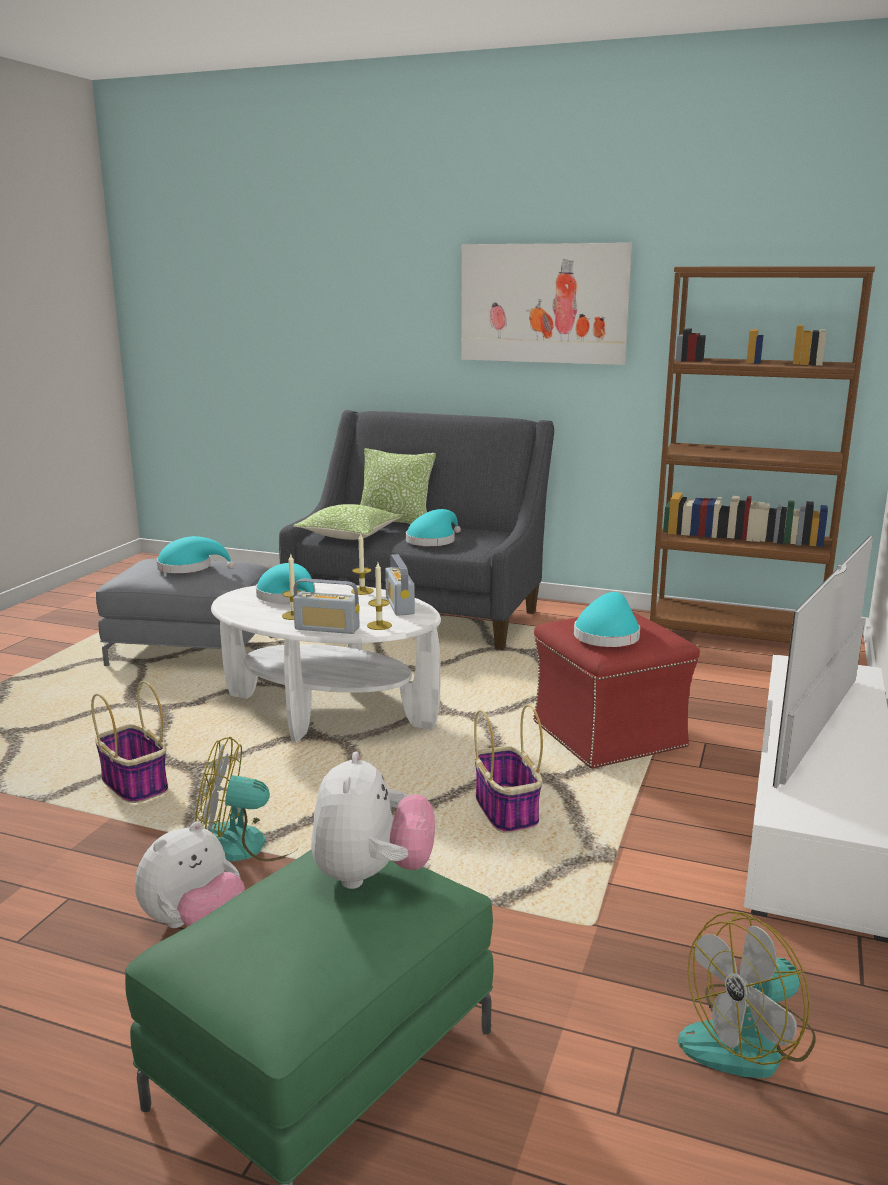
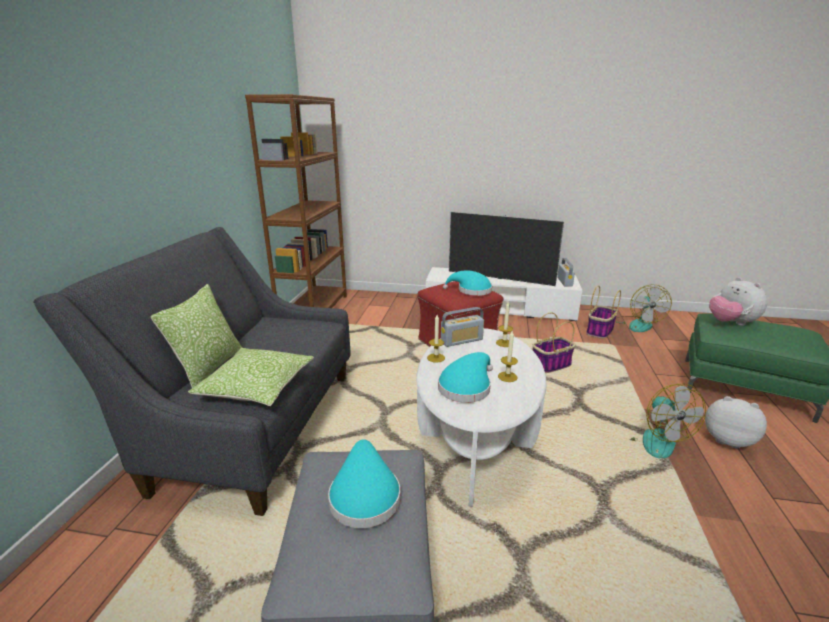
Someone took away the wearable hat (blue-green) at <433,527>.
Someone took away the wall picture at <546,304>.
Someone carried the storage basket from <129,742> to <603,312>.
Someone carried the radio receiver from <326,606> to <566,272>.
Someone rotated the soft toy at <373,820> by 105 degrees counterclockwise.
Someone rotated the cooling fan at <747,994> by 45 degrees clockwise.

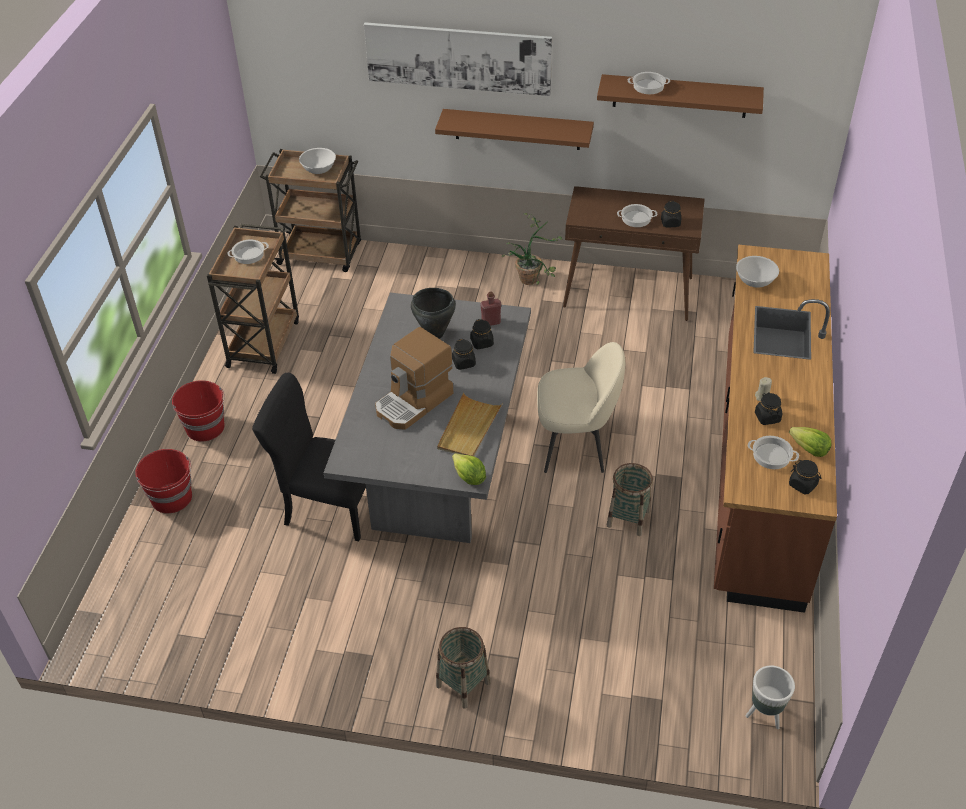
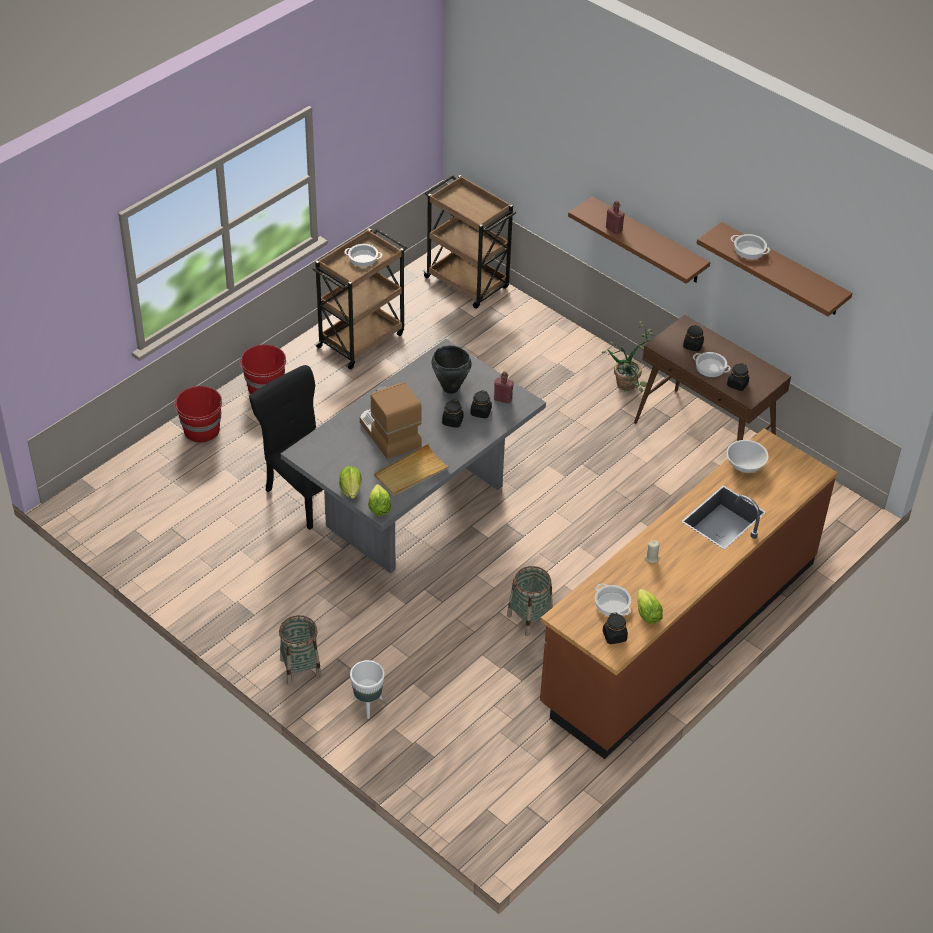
Someone took away the bowl (white) at <317,161>.
Someone took away the wall picture at <458,59>.
Someone took away the chair (beige-coloured) at <581,407>.
Someone put down the lettuce head at <350,482>.
Someone put down the beverage bottle (reddish) at <615,217>.
Someone carried the plant pot (white) from <770,697> to <367,689>.
Someone carried the storage jar (black) from <768,408> to <693,338>.
Someone rotated the coffee brewer at <414,378> by 75 degrees clockwise.

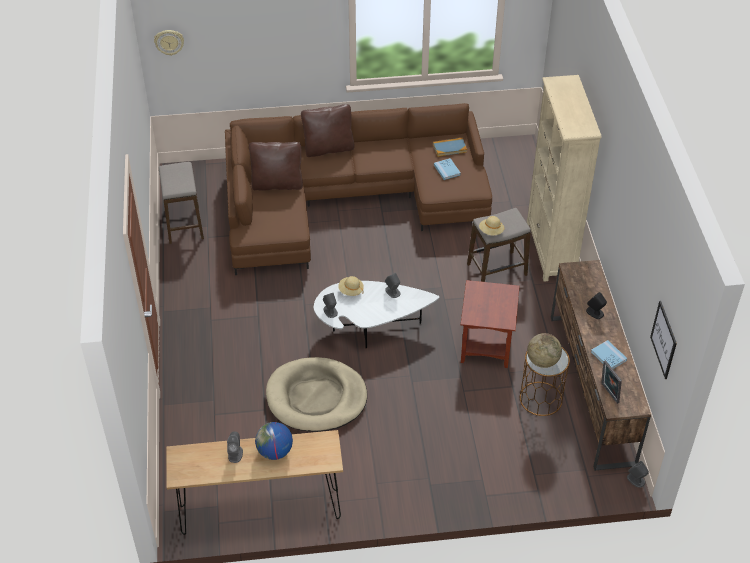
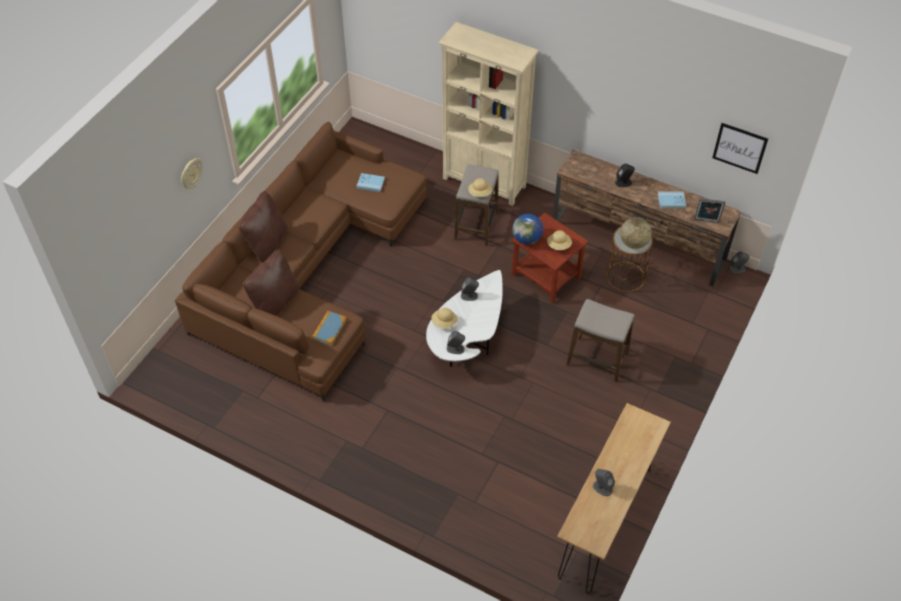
Someone took away the dog cushion (beige-coloured) at <316,394>.
Someone put down the wearable hat (beige-coloured) at <559,240>.
Someone carried the hanging clock from <169,43> to <192,173>.
Someone carried the stool seat from <181,203> to <600,340>.
Someone carried the desk globe from <274,441> to <527,229>.
Someone carried the bound book from <450,147> to <329,328>.

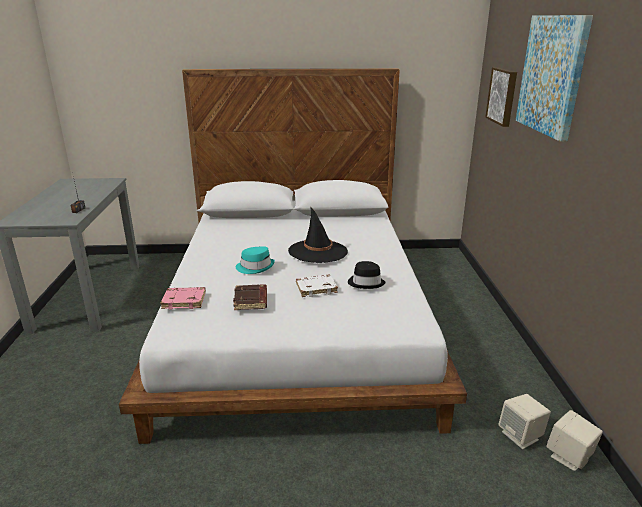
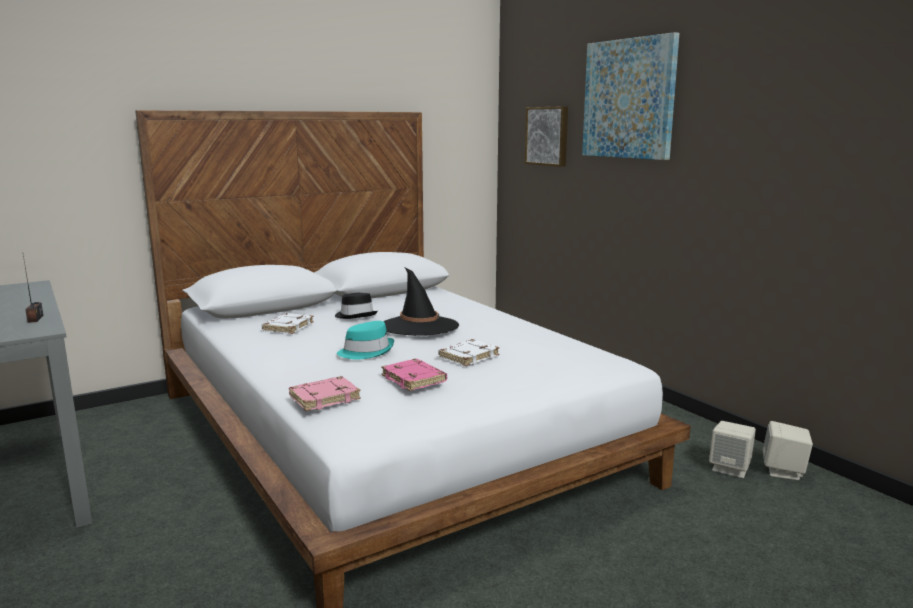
Someone put down the bound book (white) at <287,323>.
Someone carried the wearable hat (black) from <367,275> to <356,306>.
Someone repainted the bound book (brown-coloured) at <250,297>, which became the bound book (pinkish) at <414,375>.

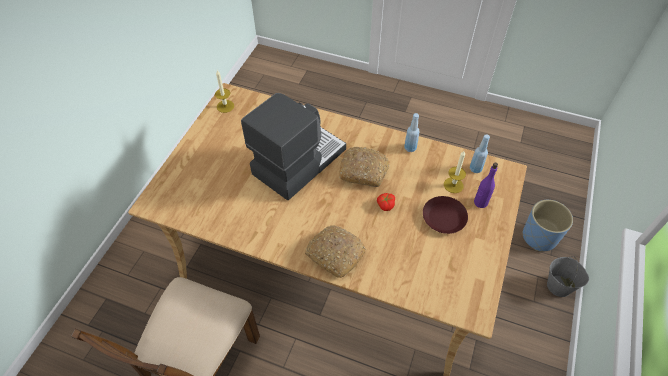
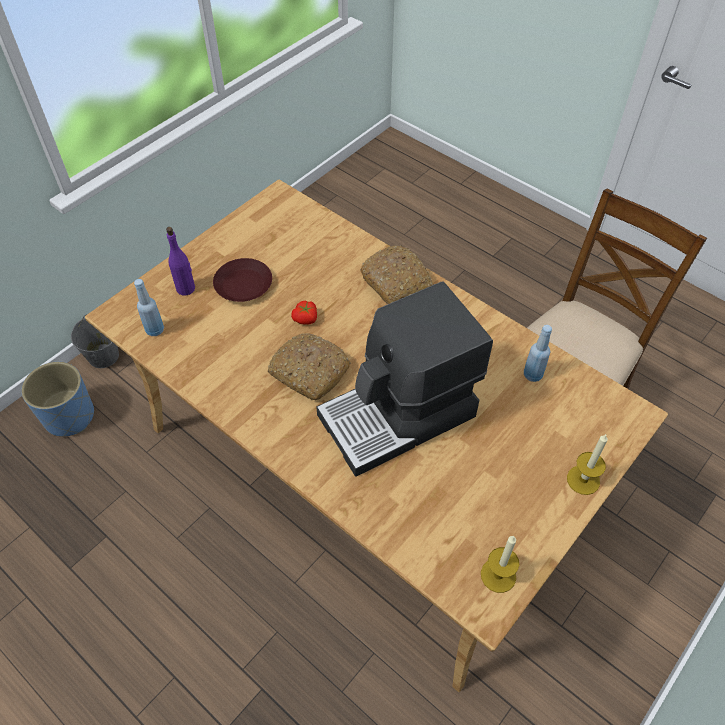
Someone carried the beverage bottle (blue) from <412,132> to <538,353>.
Someone carried the wax light from <455,172> to <587,464>.

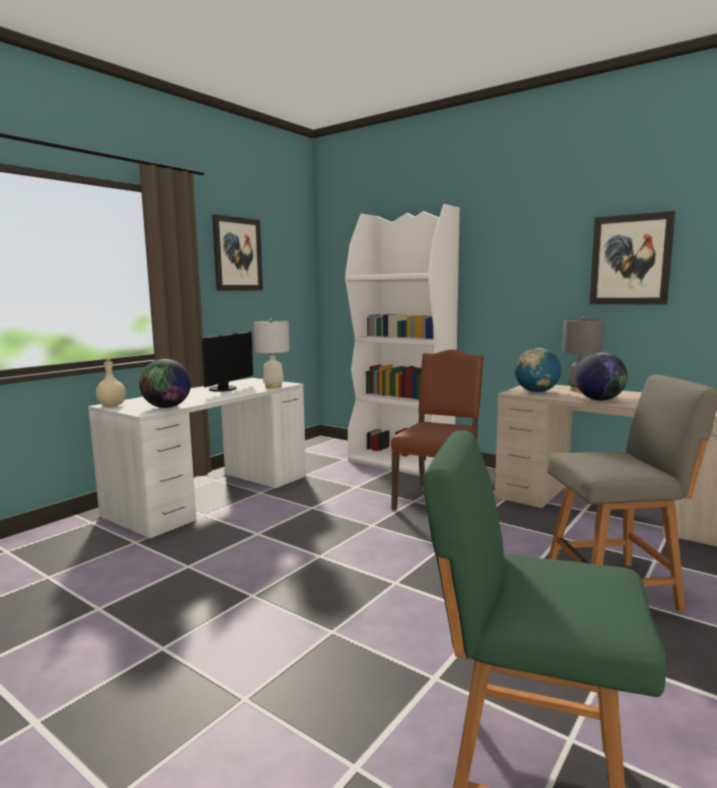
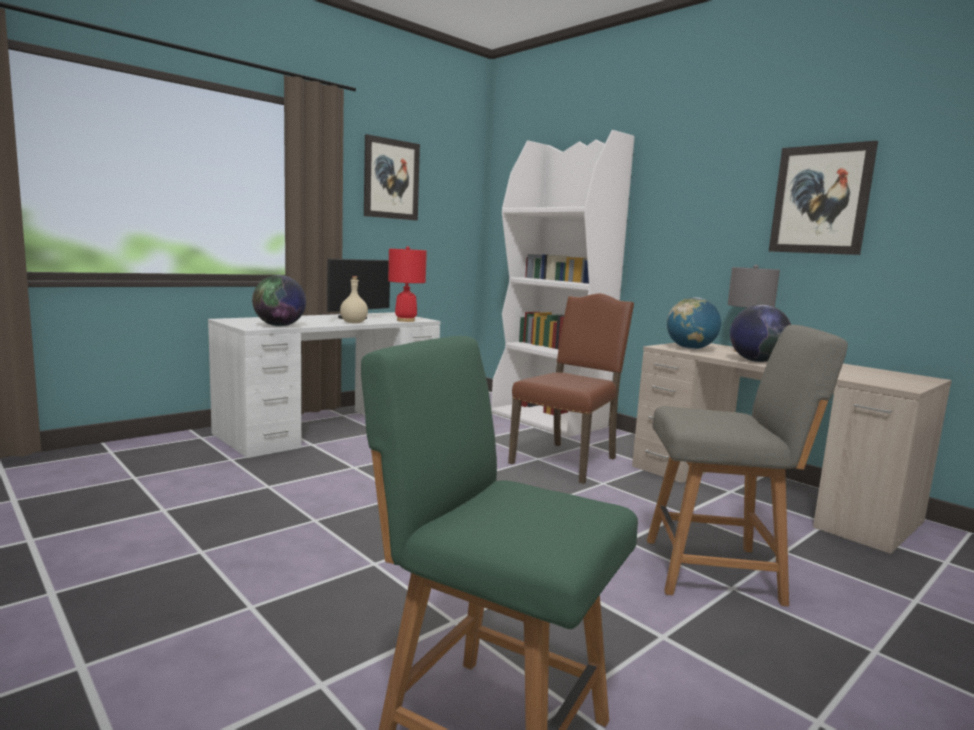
Someone carried the beverage bottle (beige-coloured) from <111,382> to <354,299>.
Someone repainted the lamp for a table (white) at <271,354>, which became the lamp for a table (reddish) at <407,284>.

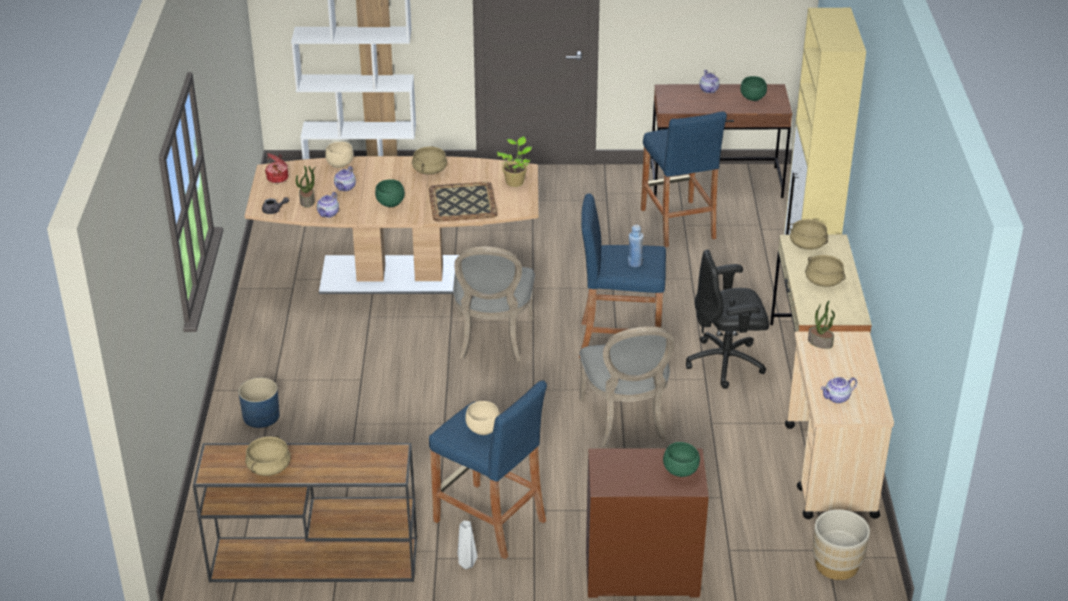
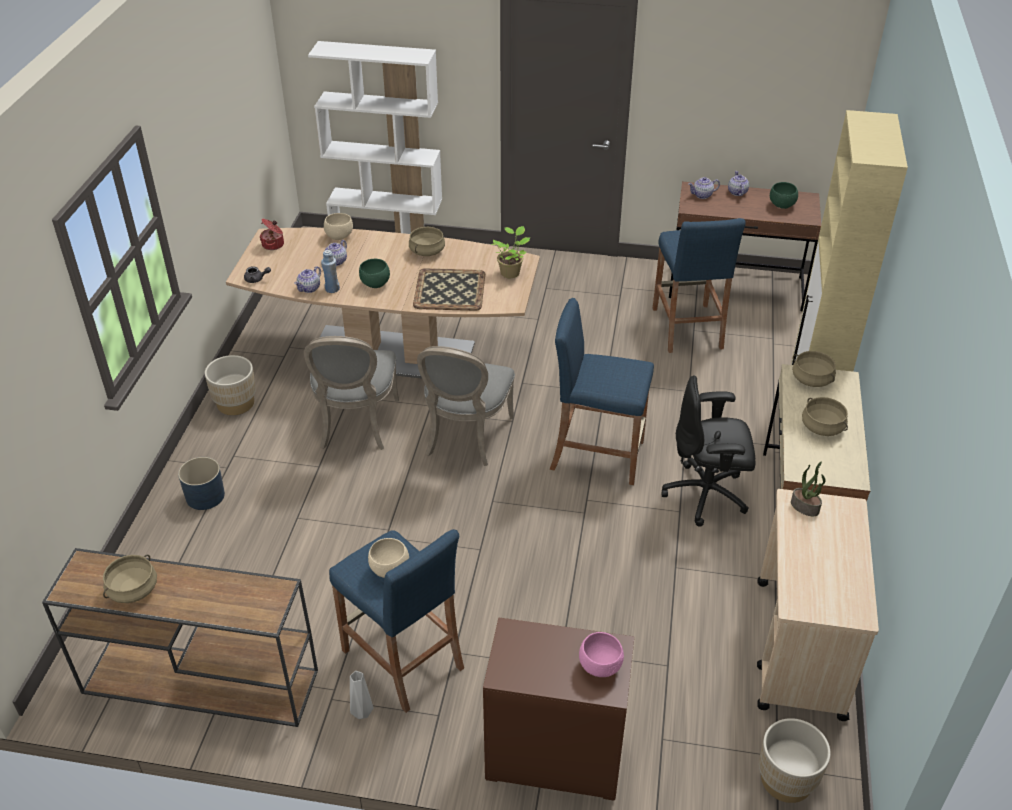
Someone took away the plant in a pot at <305,186>.
Someone put down the plant pot (beige-coloured) at <230,385>.
Someone carried the chair (gray) from <626,386> to <351,393>.
Someone carried the beverage bottle (blue) from <635,246> to <330,271>.
Someone carried the teapot from <839,390> to <704,188>.
Someone repainted the bowl (green-coloured) at <681,459>, which became the bowl (pinkish) at <601,654>.

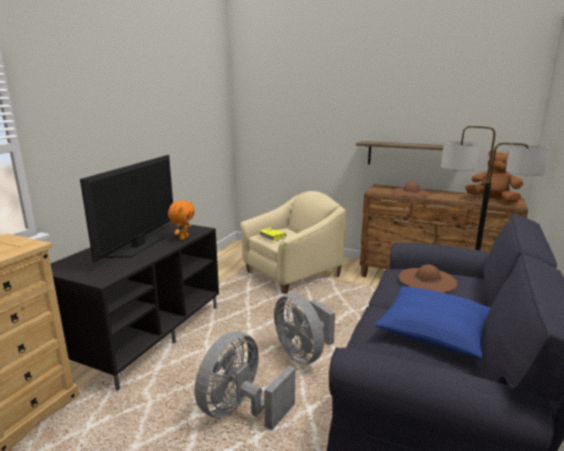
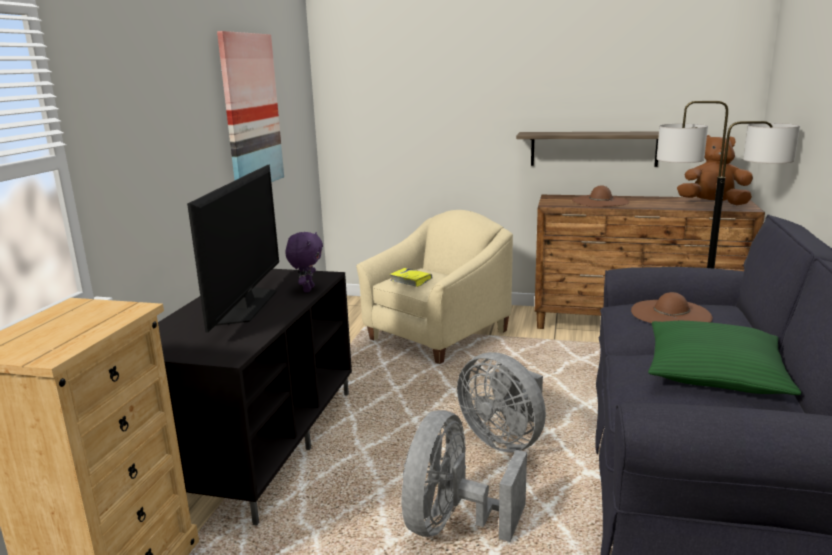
Someone put up the wall picture at <250,106>.
Someone repainted the soft toy (orangey) at <181,220>, which became the soft toy (purple) at <304,262>.
Someone repainted the cushion (blue) at <432,322>, which became the cushion (green-coloured) at <724,358>.

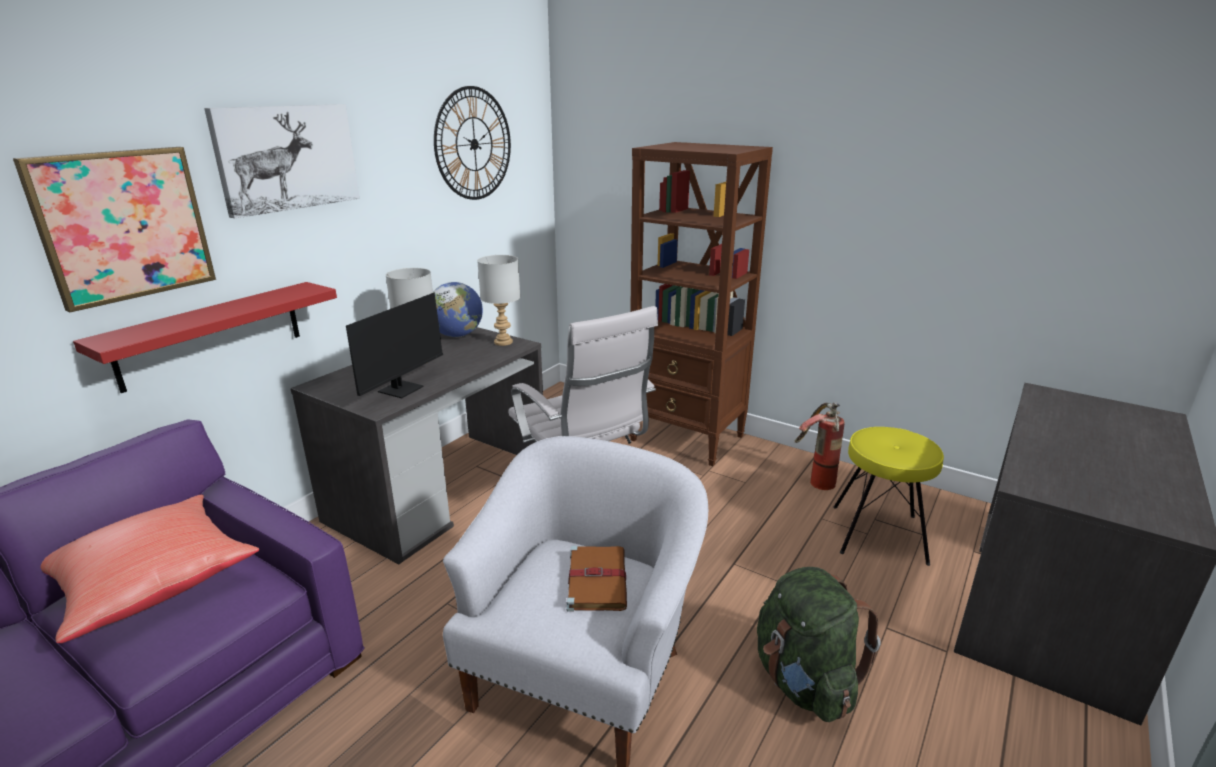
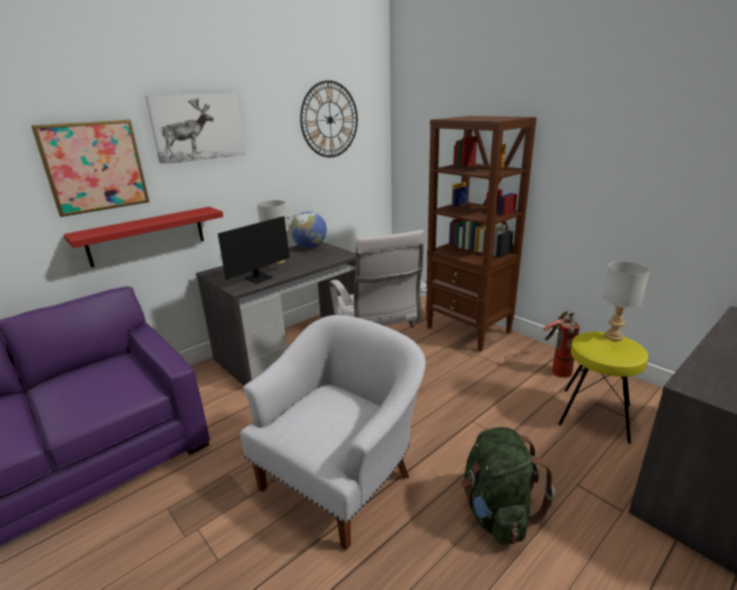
Someone took away the cushion (reddish) at <150,569>.
Someone took away the bound book (brown-coloured) at <597,579>.
Someone carried the lamp for a table (gray) from <498,300> to <626,301>.

